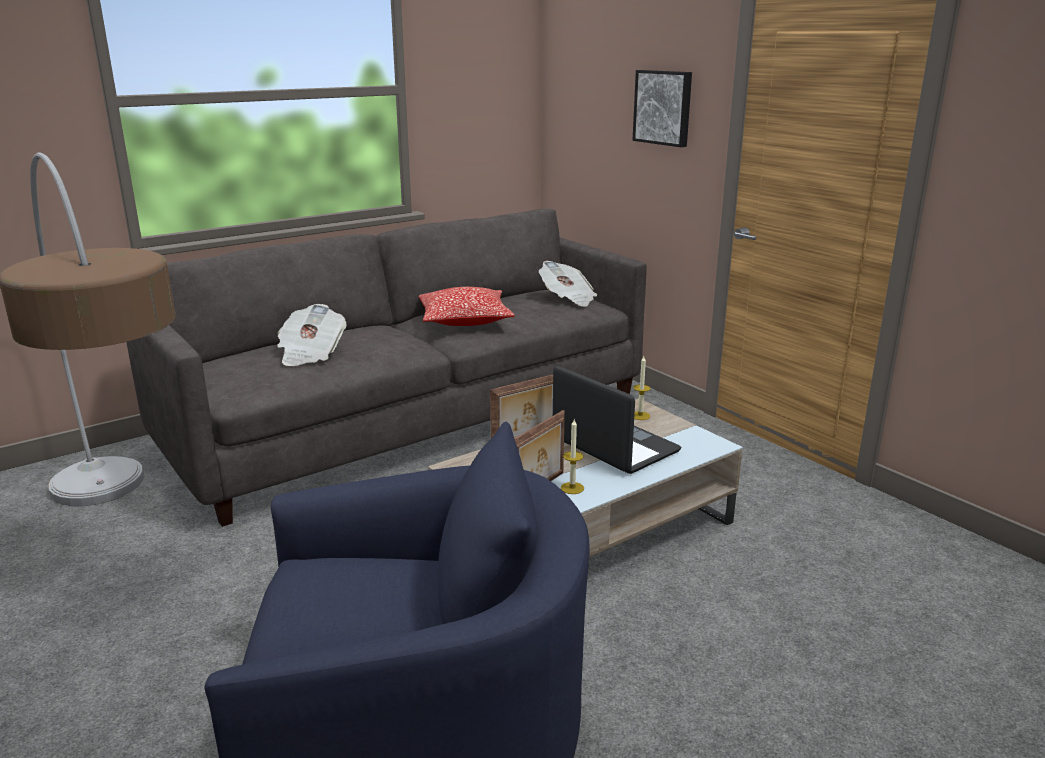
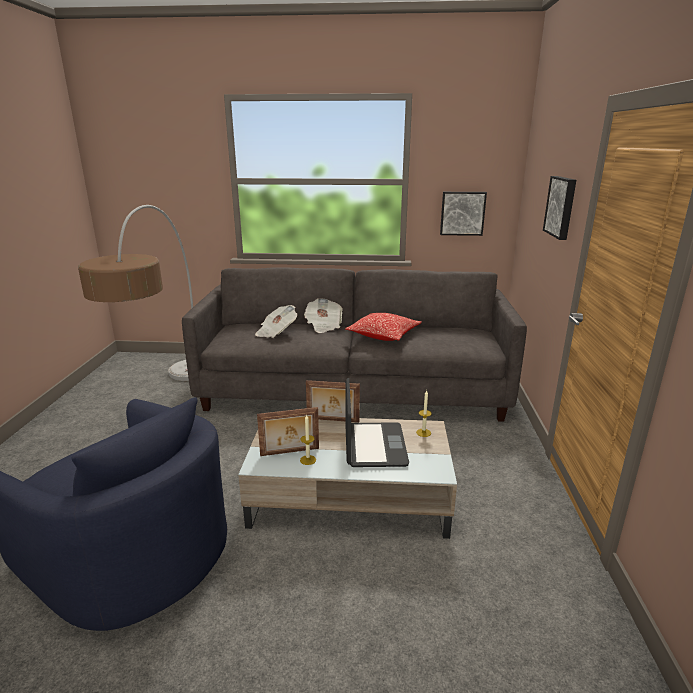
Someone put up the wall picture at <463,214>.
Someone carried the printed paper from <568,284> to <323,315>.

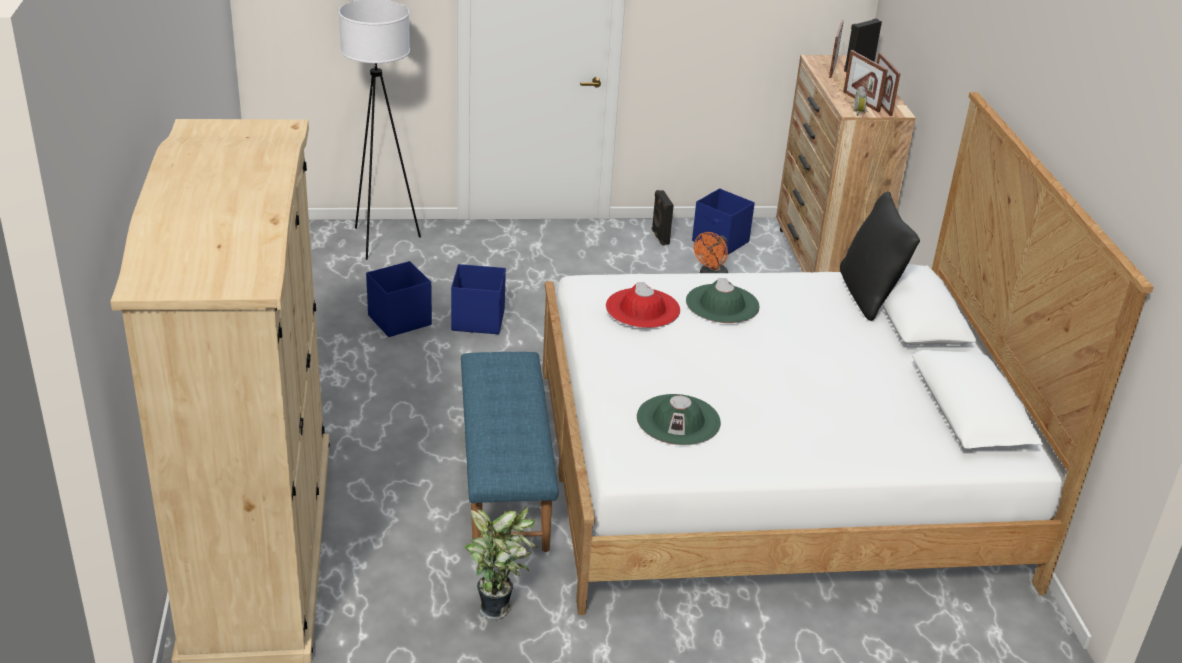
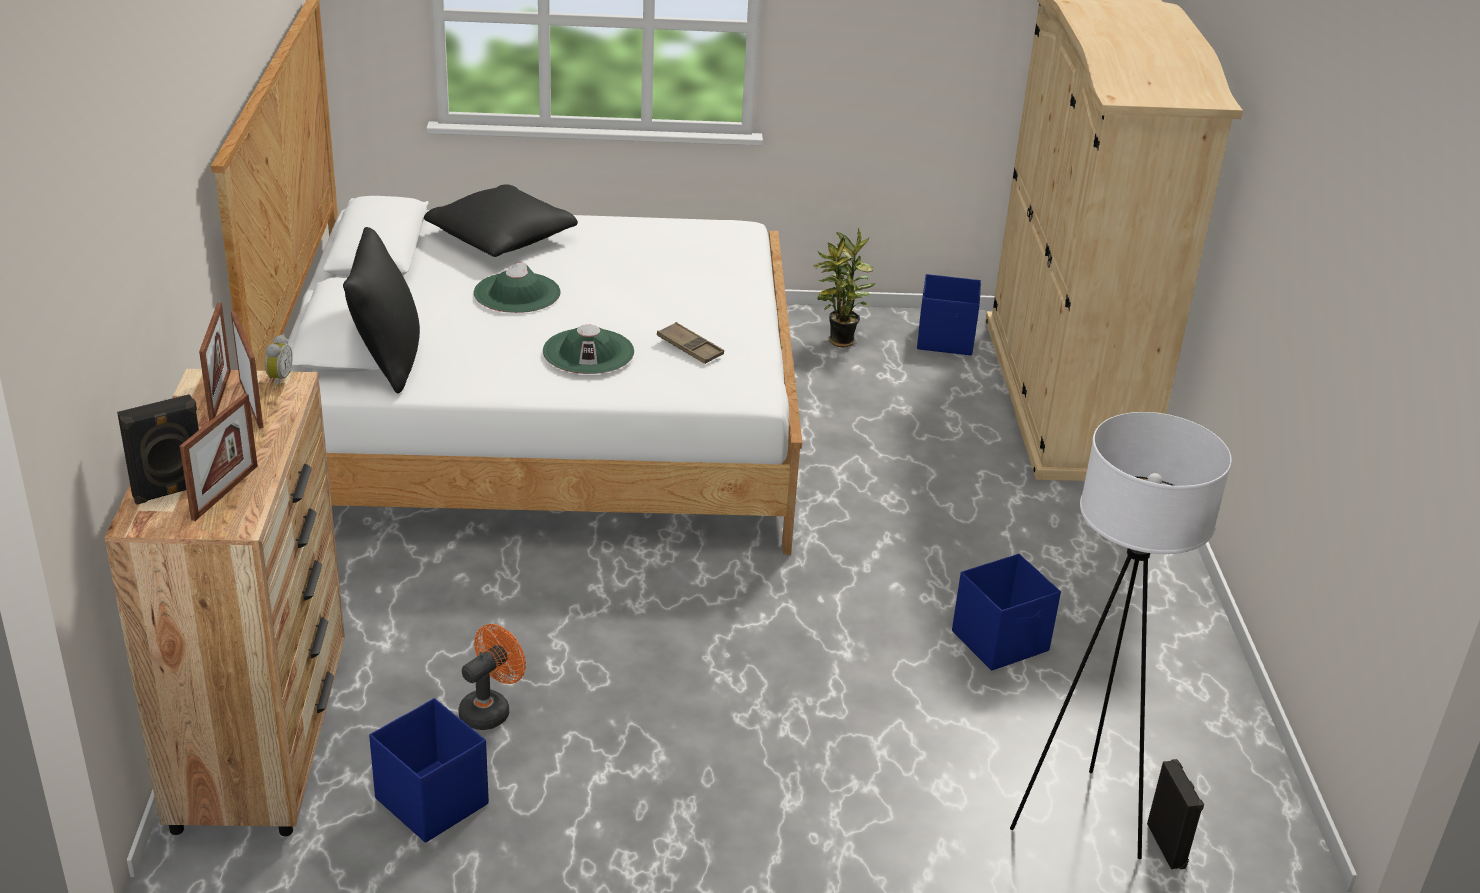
Someone took away the long seat (blue) at <510,452>.
Someone put down the cushion (black) at <501,220>.
Someone carried the storage box (blue) from <478,299> to <949,314>.
Someone carried the wearable hat (green-coloured) from <679,419> to <517,288>.
Someone carried the audio speaker (black) from <663,218> to <1175,814>.
Someone swapped the wearable hat (reddish) at <643,305> for the carrying tray (brown-coloured) at <690,343>.

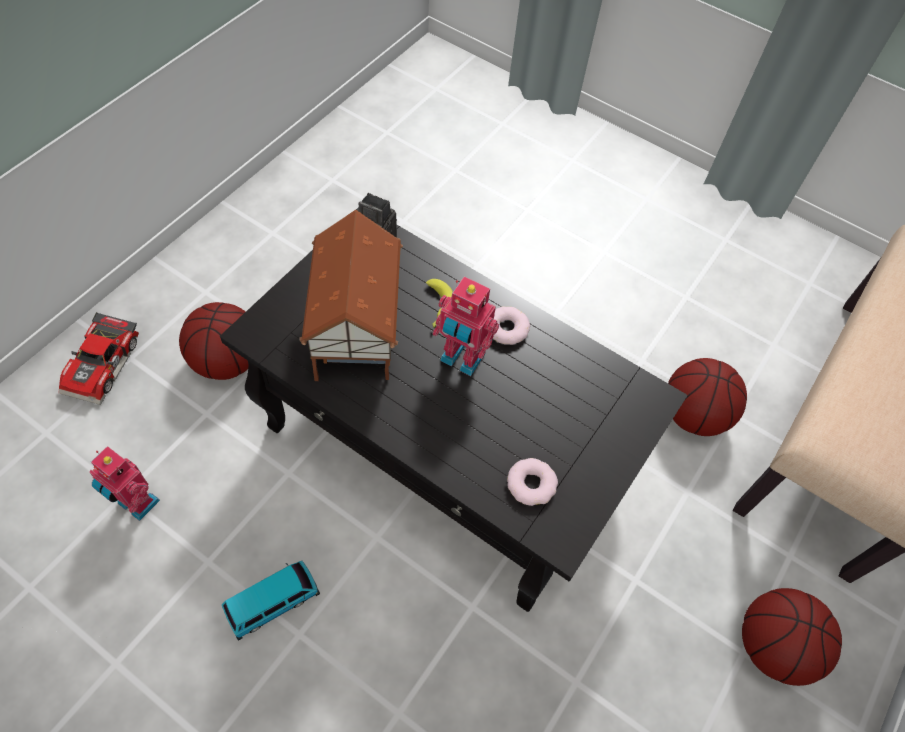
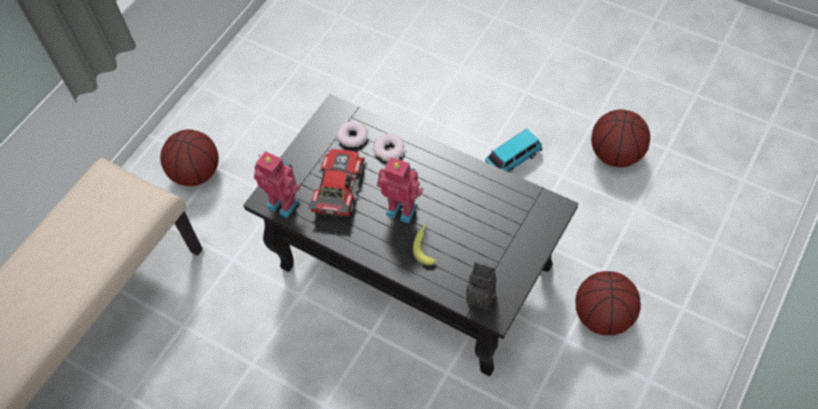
Someone took away the toy house at <351,295>.
Someone carried the miniature car from <98,358> to <337,183>.
Someone carried the robot figure from <124,483> to <277,184>.
Someone carried the donut from <511,325> to <389,147>.
Someone carried the basketball from <707,397> to <620,138>.

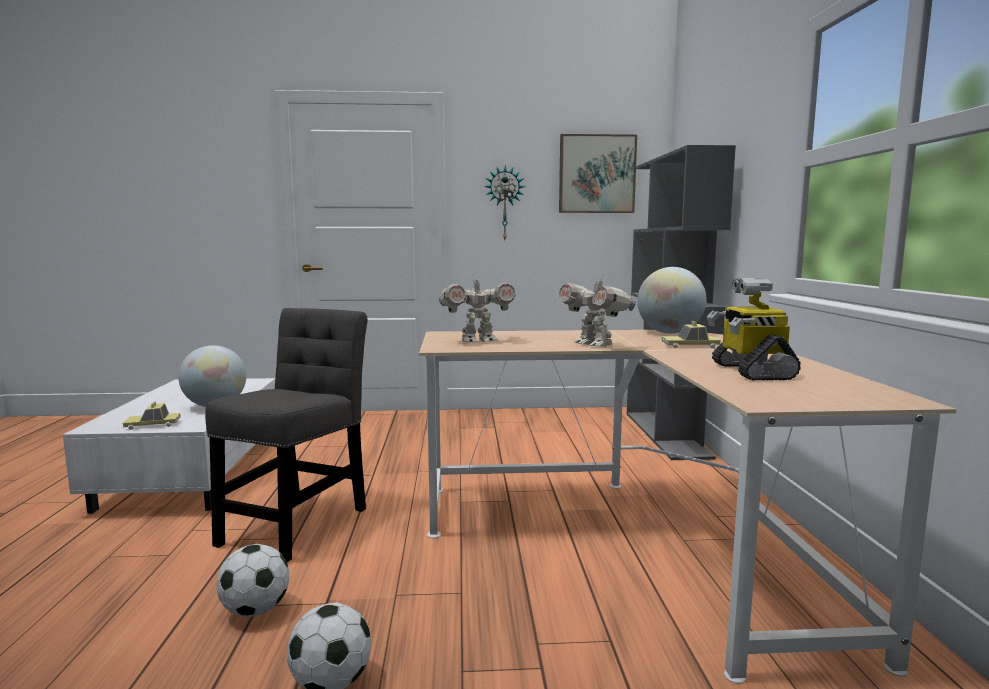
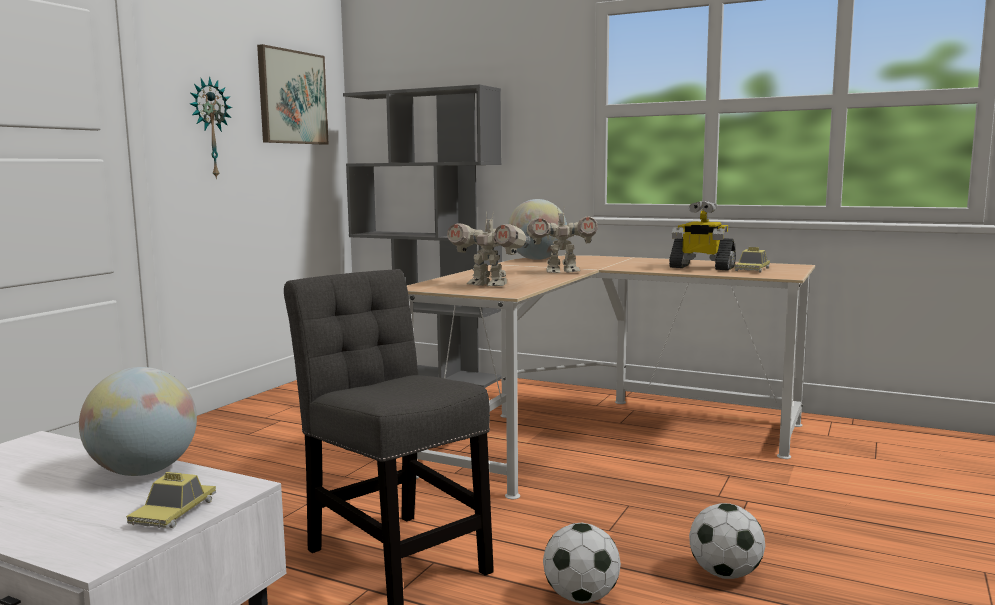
Someone carried the miniature car from <691,335> to <752,259>.
Someone rotated the robot figure at <477,308> by 105 degrees clockwise.

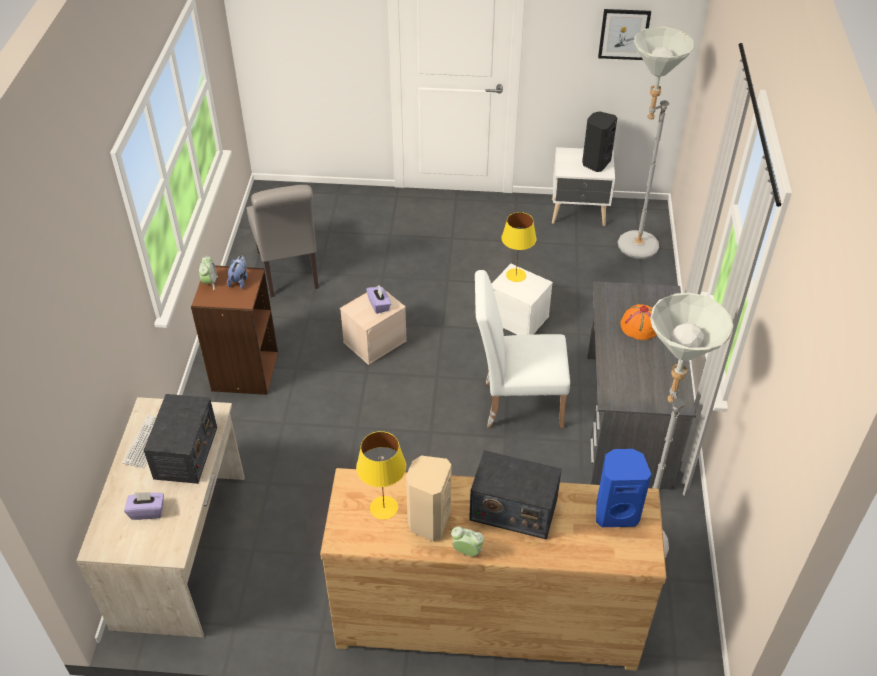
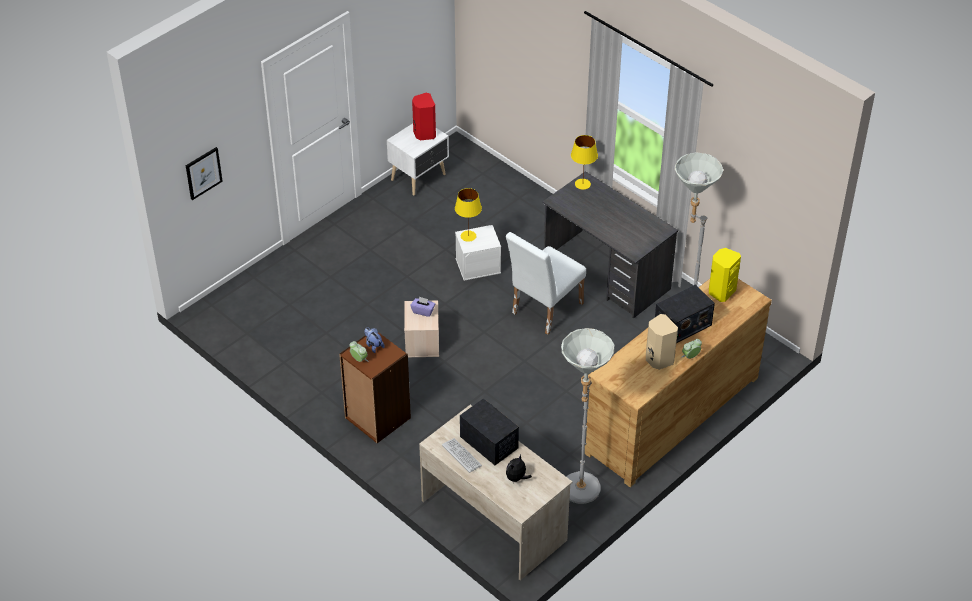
Someone took away the chair (gray) at <282,241>.
Someone took away the wearable hat (orangey) at <639,322>.
Someone carried the lamp for a table (yellow-coloured) from <381,475> to <584,162>.
Someone carried the wall picture from <624,34> to <204,173>.
Someone carried the standing lamp (gray) from <656,143> to <587,416>.
Someone swapped the box of tissues (purple) at <144,506> for the soft toy at <519,468>.
Someone repainted the audio speaker (black) at <599,141>, which became the audio speaker (reddish) at <424,116>.
Someone repainted the audio speaker (blue) at <624,488>, which became the audio speaker (yellow-coloured) at <725,275>.

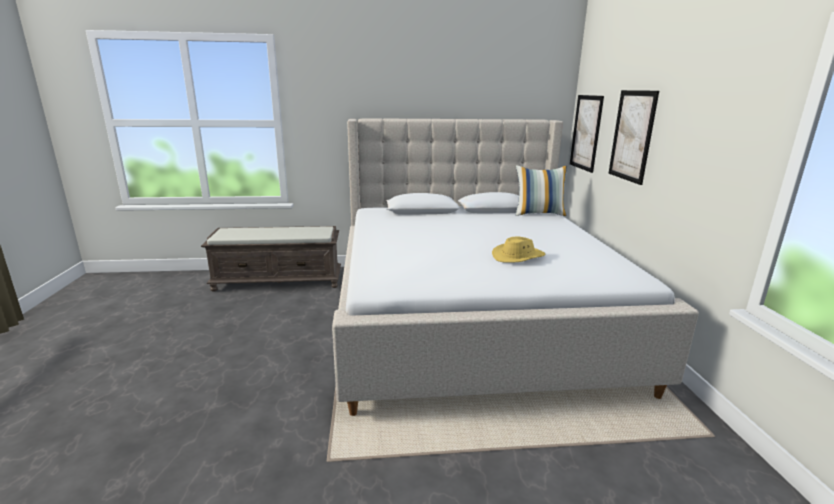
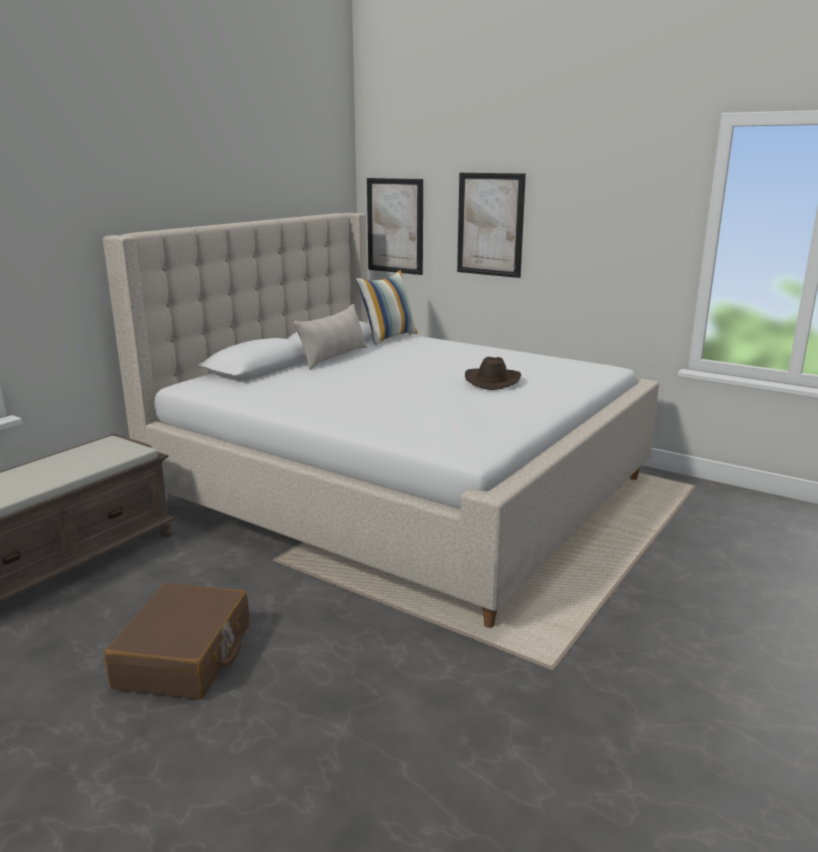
Someone put down the suitcase (brown-coloured) at <176,641>.
Someone put down the cushion (beige-coloured) at <330,337>.
Someone repainted the wearable hat (yellow-coloured) at <518,250>, which became the wearable hat (brown-coloured) at <493,373>.

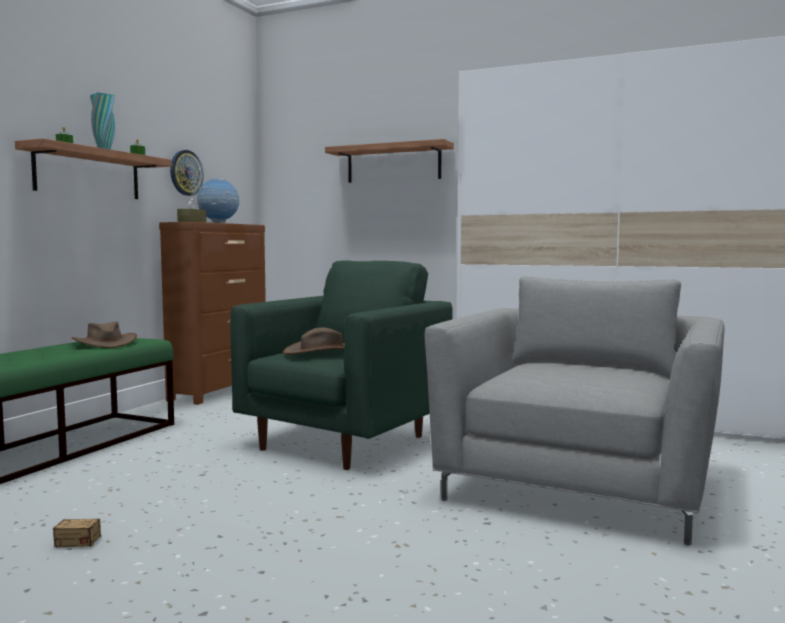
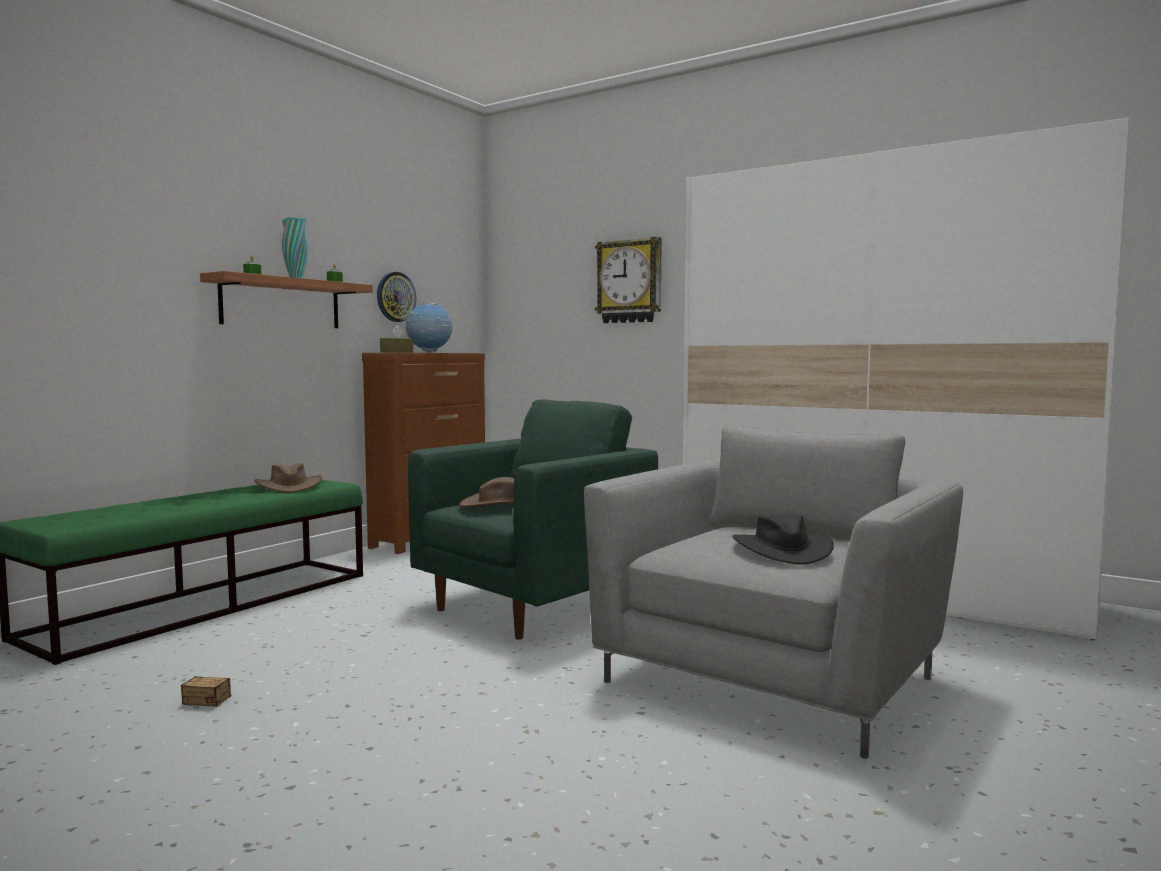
Someone put down the wearable hat (black) at <783,539>.
Someone swapped the wall shelf at <389,161> for the hanging clock at <628,280>.

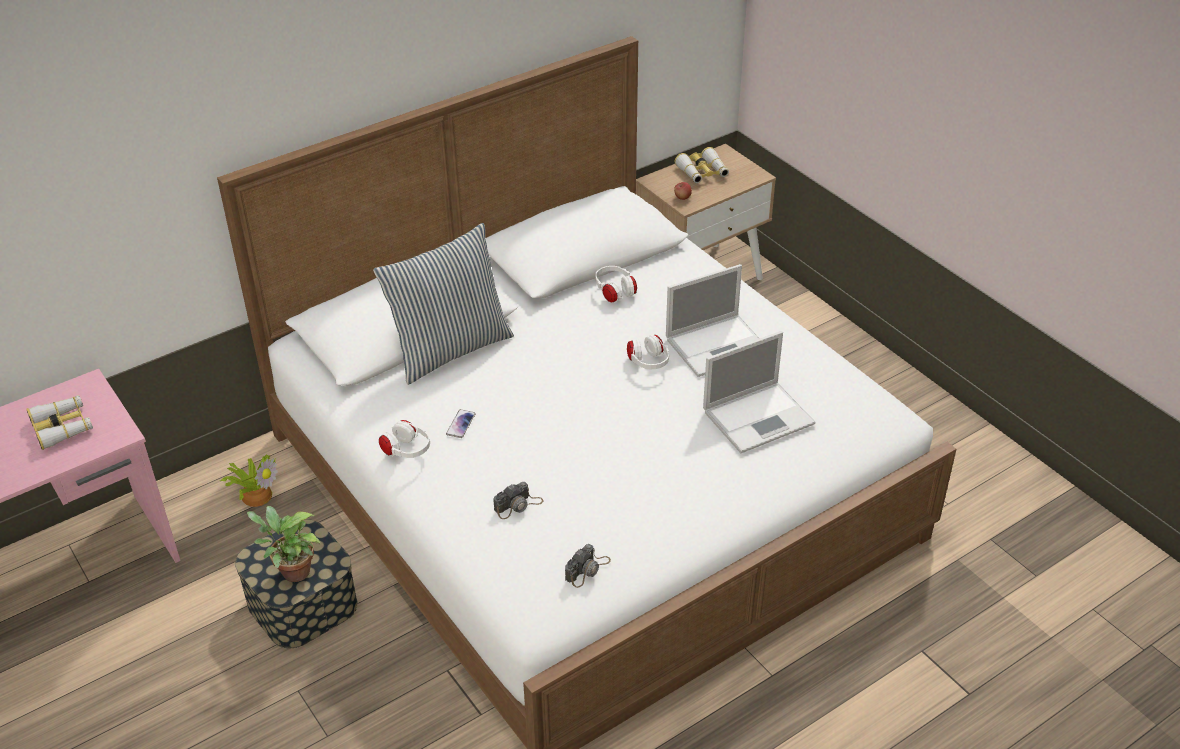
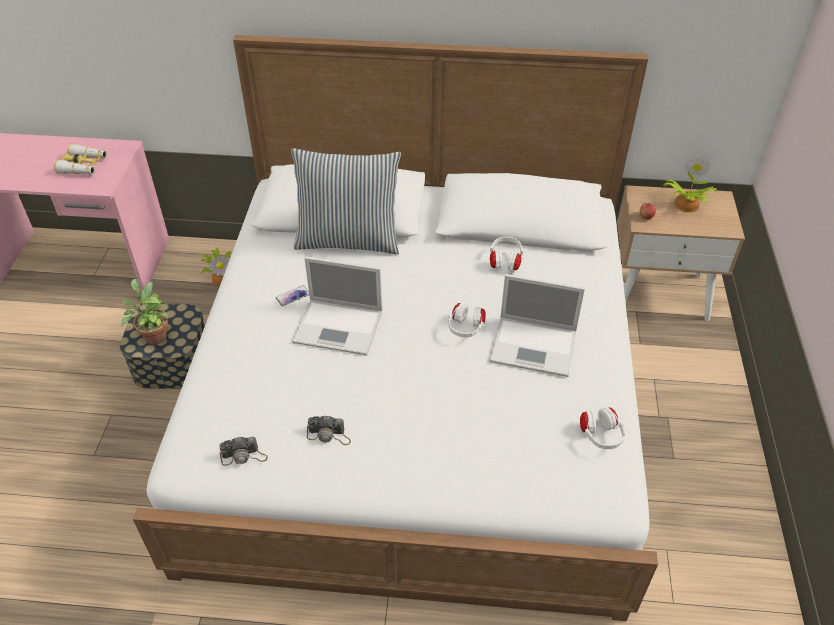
Someone carried the pair of headphones (white) from <404,439> to <602,428>.
Someone carried the still camera from <518,500> to <329,430>.
Someone carried the portable computer from <759,392> to <337,306>.
Someone swapped the binoculars at <701,165> for the plant in a pot at <689,184>.

